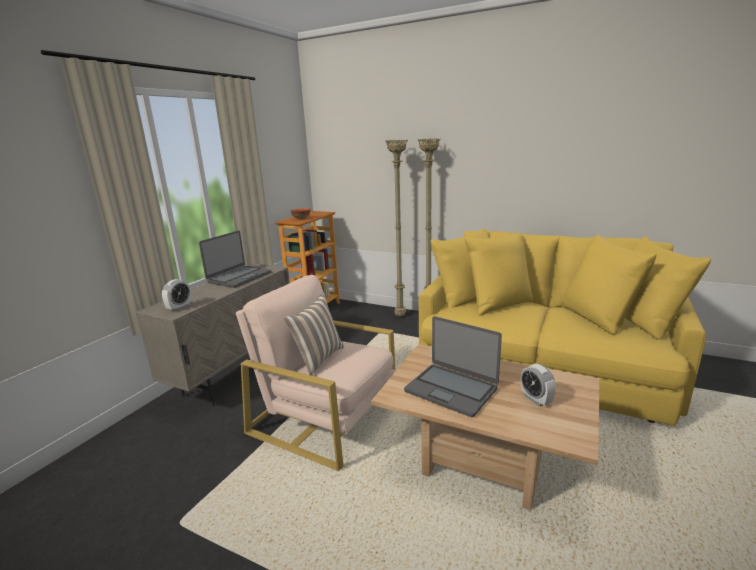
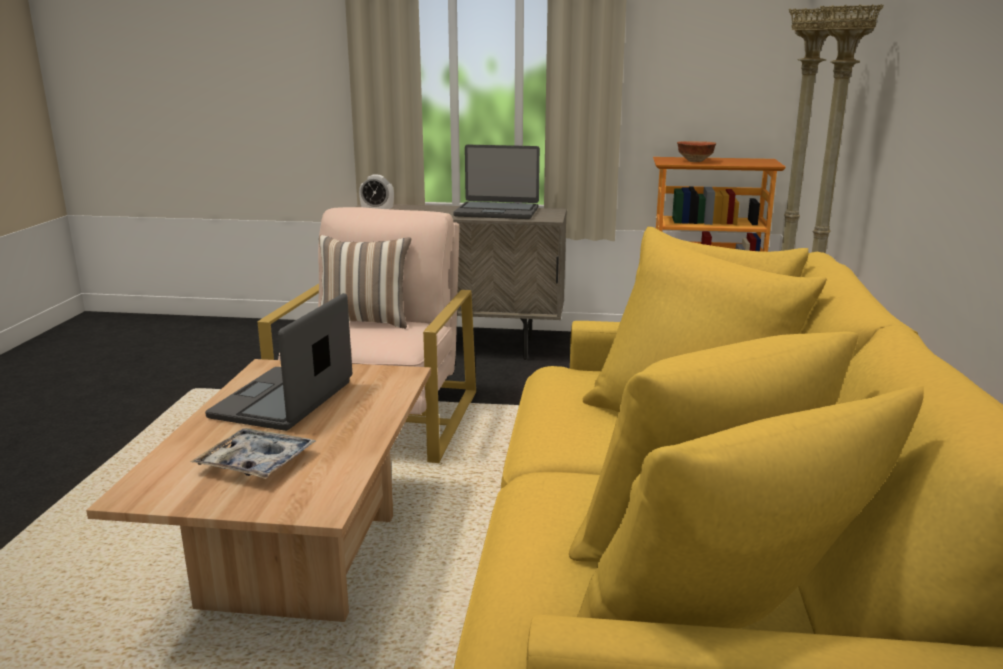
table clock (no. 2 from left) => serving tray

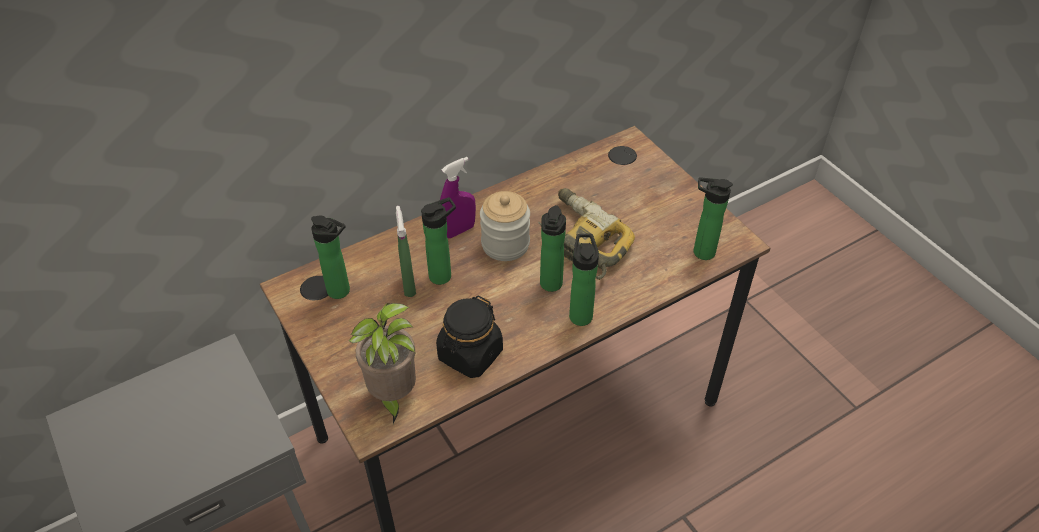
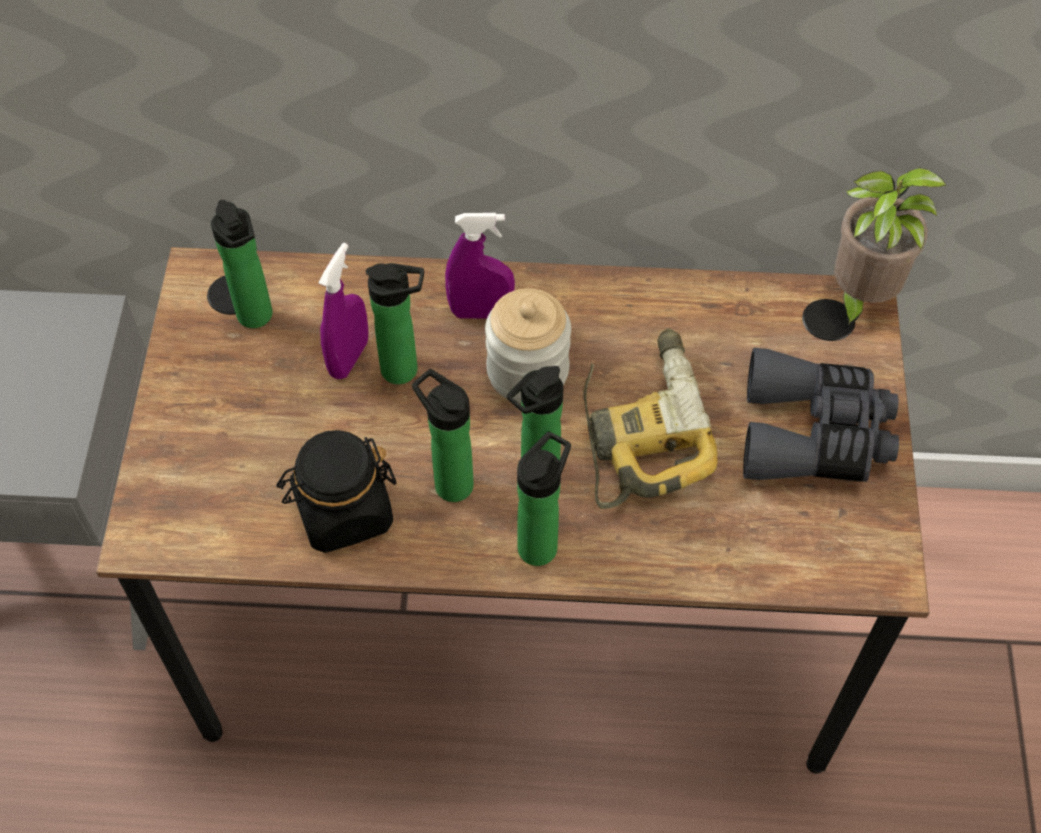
drink bottle (no. 5 from left in the first image) => drink bottle (no. 3 from left), shifted
green spray bottle => purple-coloured spray bottle (no. 1 from left)
potted plant, shifted
nothing => grey pair of binoculars

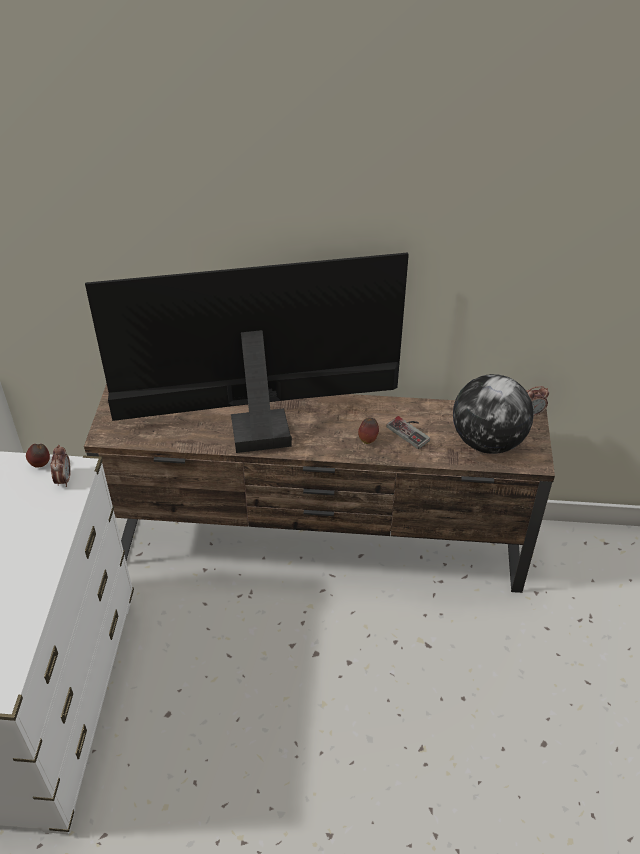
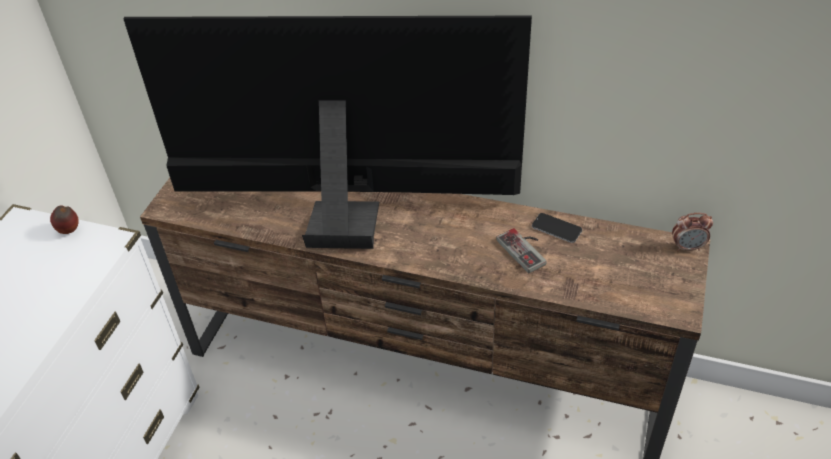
globe => nothing
apple (no. 2 from left) => nothing
table clock (no. 1 from left) => nothing
nothing => telephone

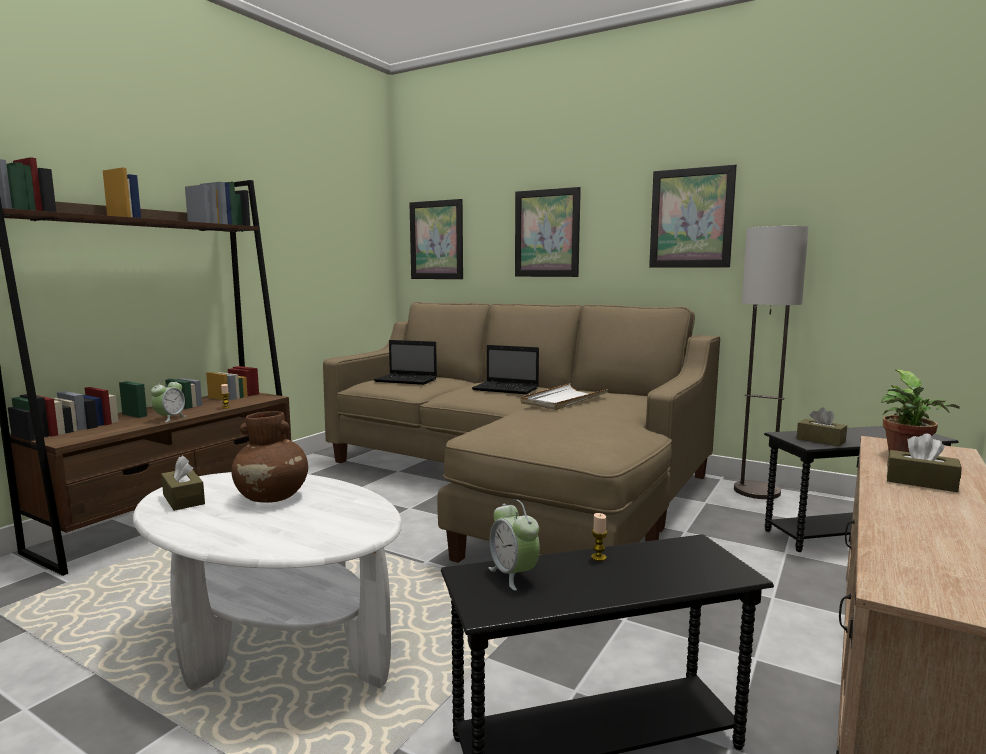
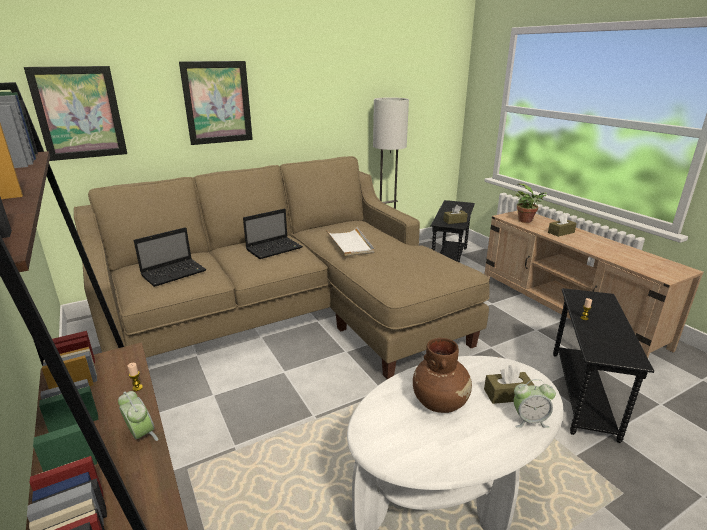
picture (no. 3 from left) => nothing
brownish box of tissues (no. 1 from left in the first image) => brownish box of tissues (no. 2 from left), shifted
table clock (no. 2 from left), shifted

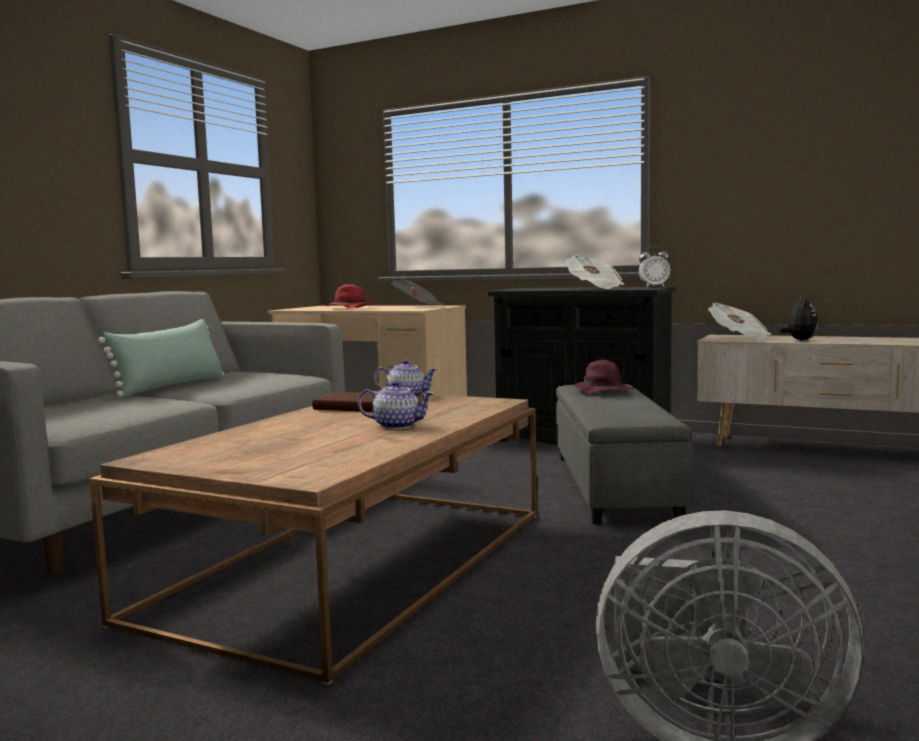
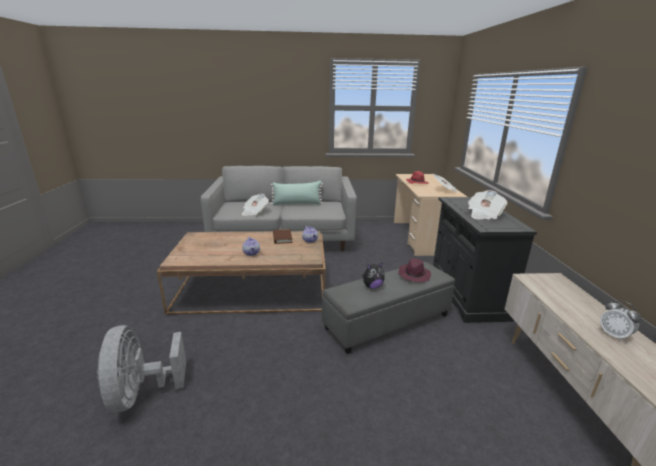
table clock, shifted
plush toy, shifted
daily paper (no. 3 from left in the first image) => daily paper (no. 1 from left), shifted

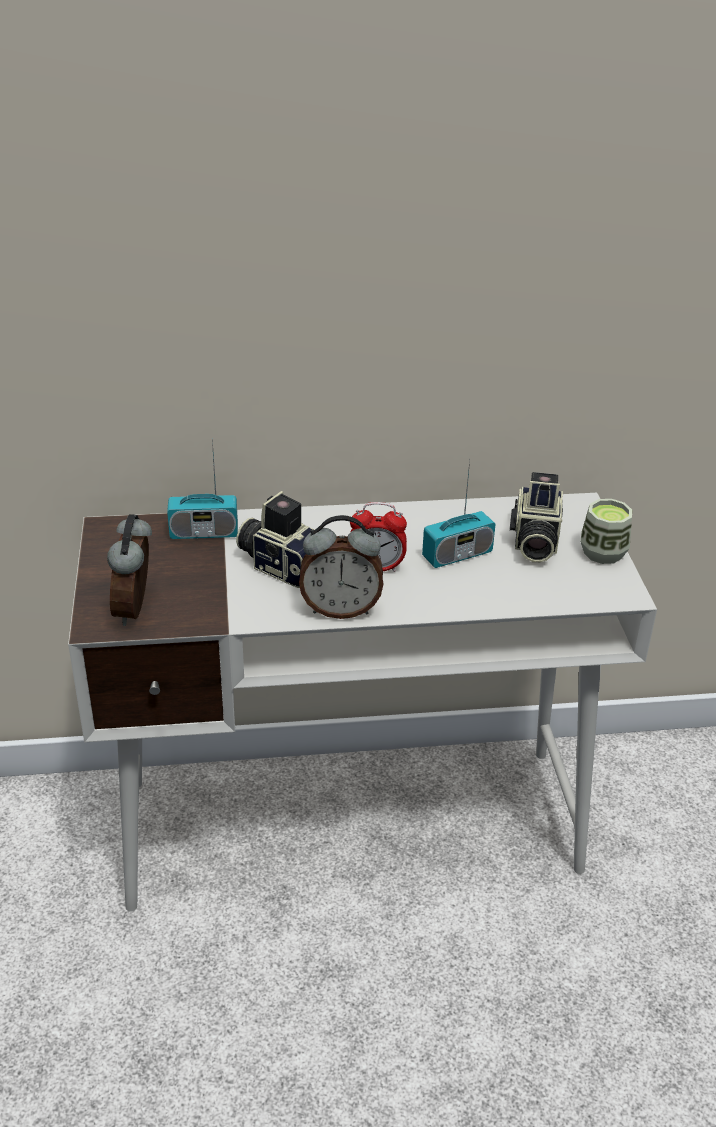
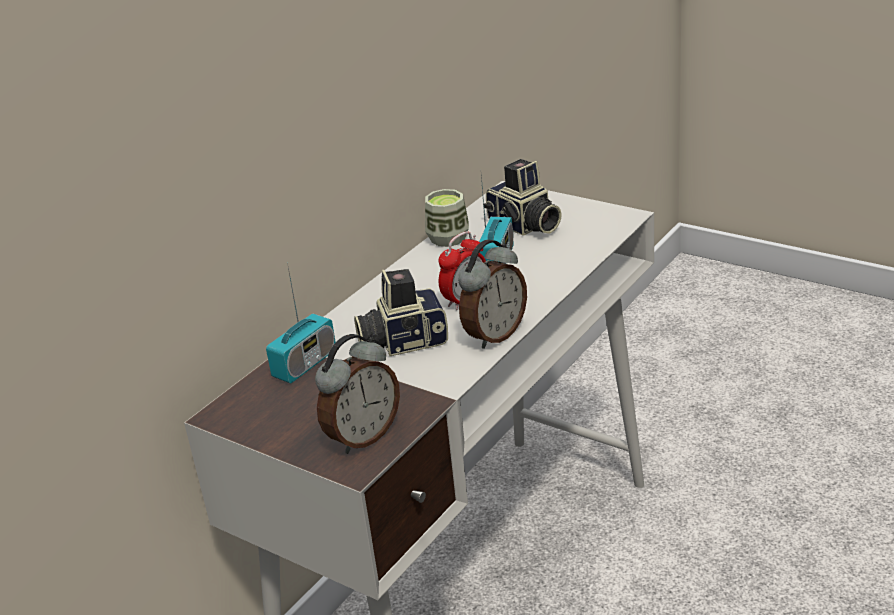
small cup, shifted
table clock (no. 1 from left), 90 degrees counterclockwise

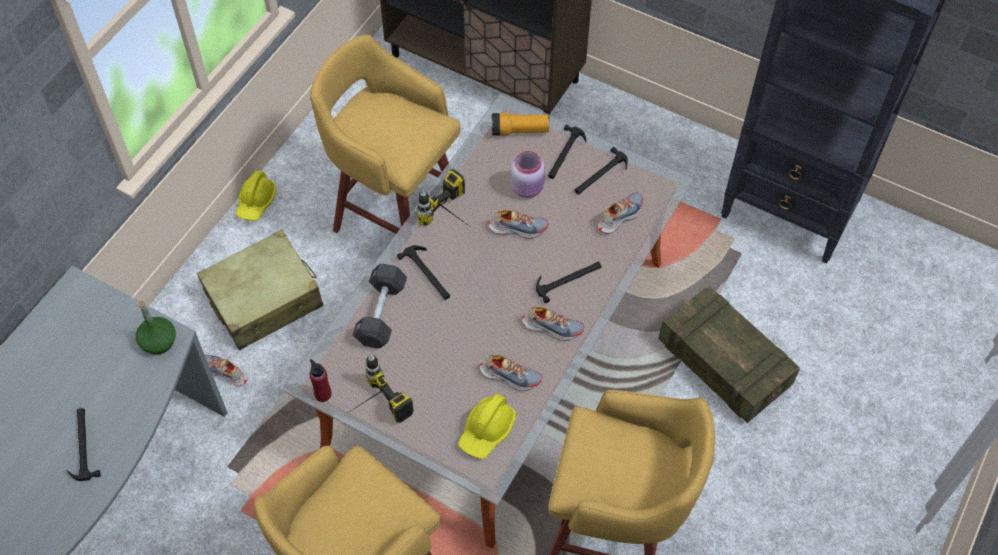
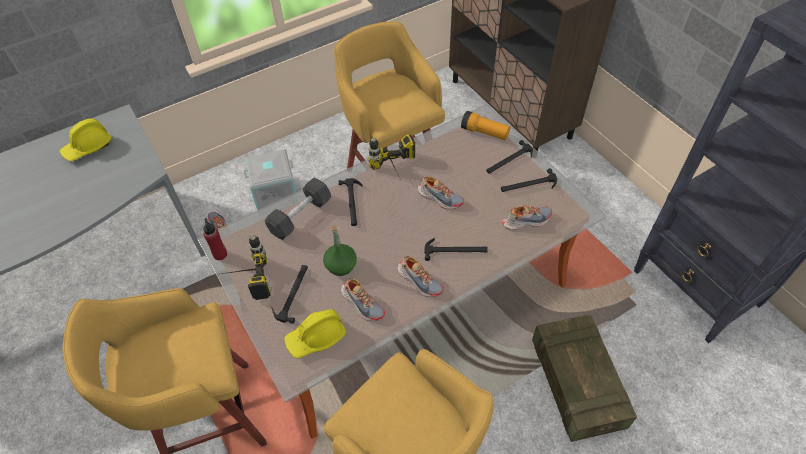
pink preserve jar => nothing
yellow-coloured work helmet (no. 1 from left), shifted
beige-coloured piece of luggage => grey storage box
green drink bottle, shifted
hand hammer (no. 1 from left), shifted

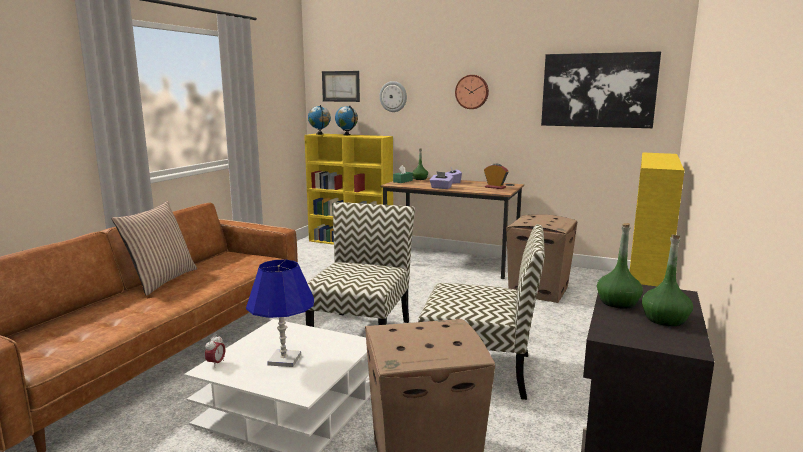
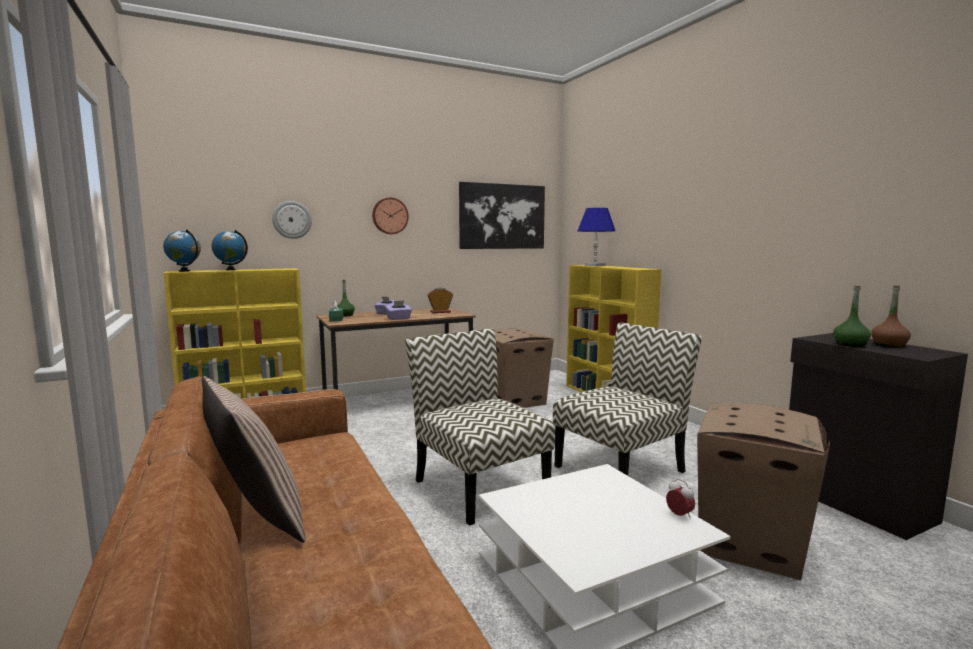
picture (no. 1 from left) => nothing
green drink bottle (no. 3 from left) => brownish drink bottle
bluish lamp for a table, shifted
table clock (no. 1 from left in the first image) => table clock (no. 2 from left), shifted

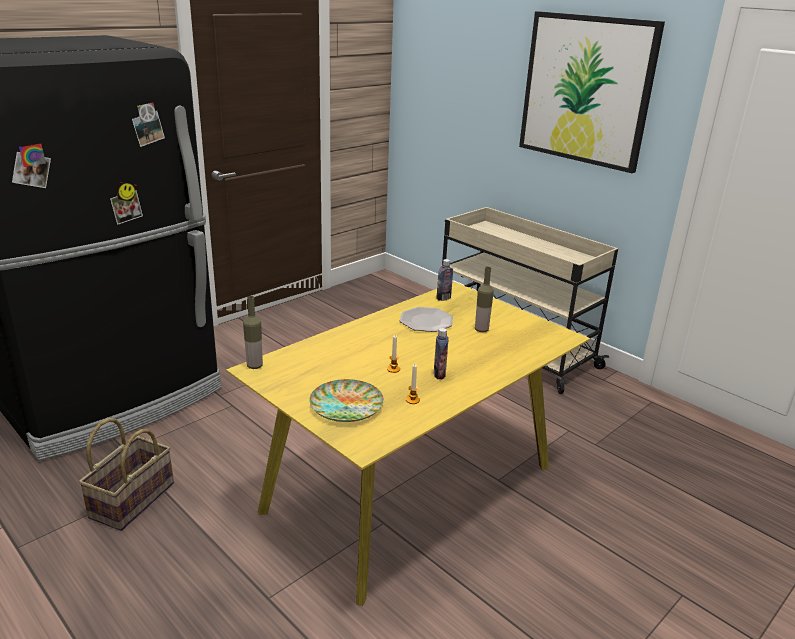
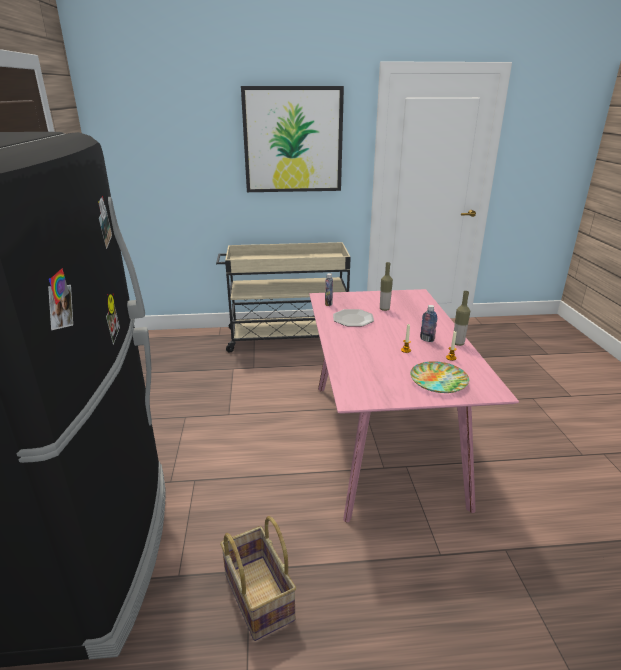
yellow-coloured dinner table => pink dinner table
drink bottle (no. 1 from left in the first image) => drink bottle (no. 4 from left), shifted

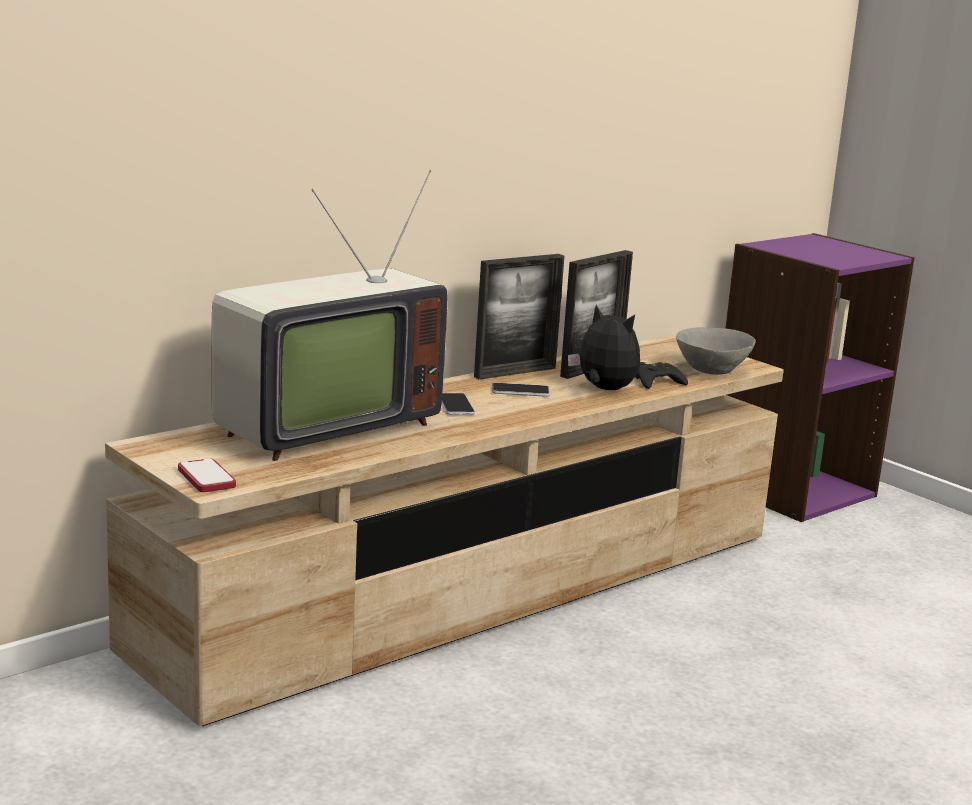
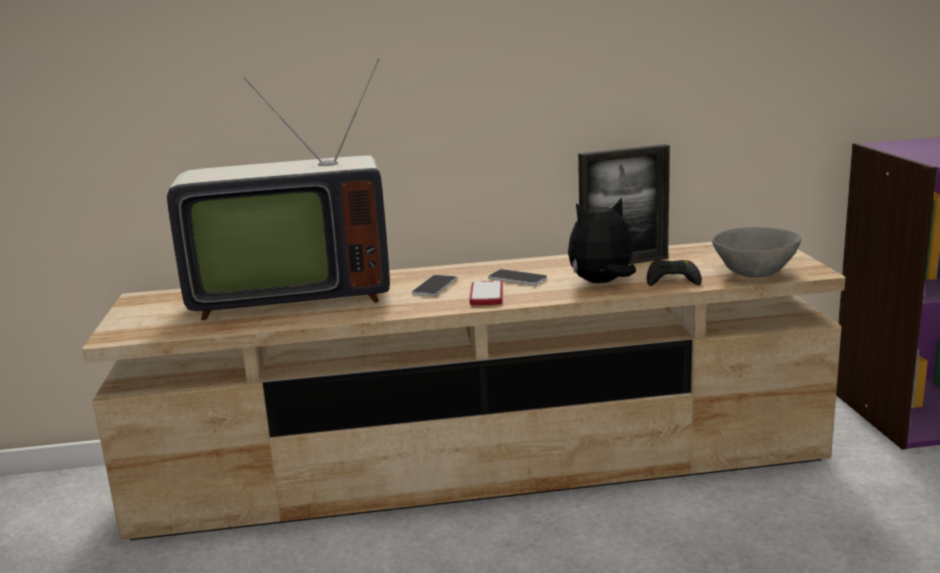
photo frame (no. 1 from left) => nothing
plush toy, 90 degrees counterclockwise
telephone (no. 1 from left in the first image) => telephone (no. 2 from left), shifted

